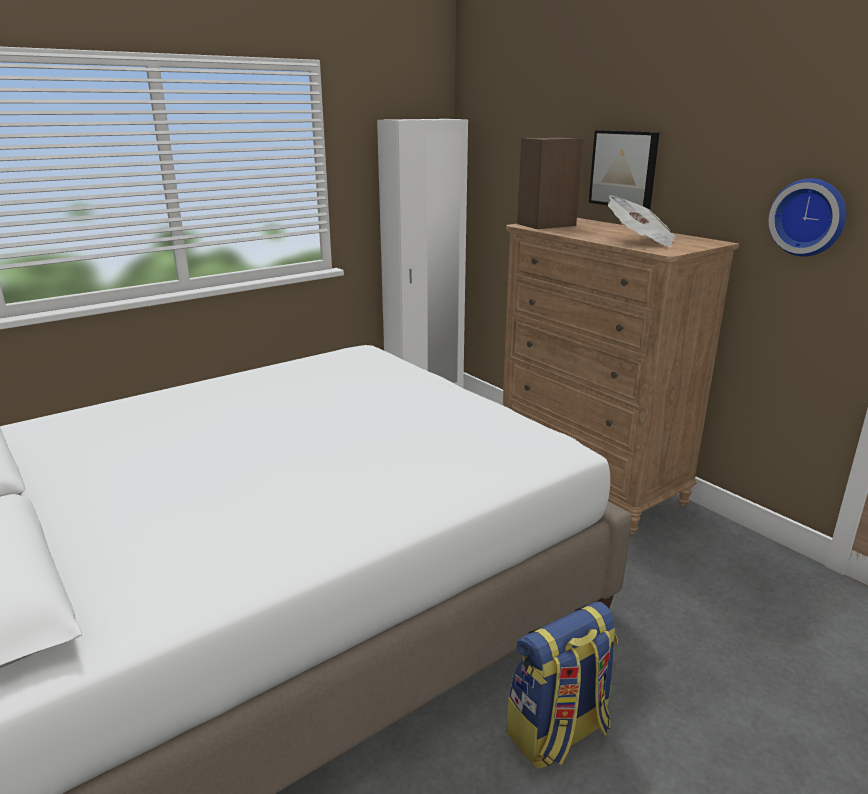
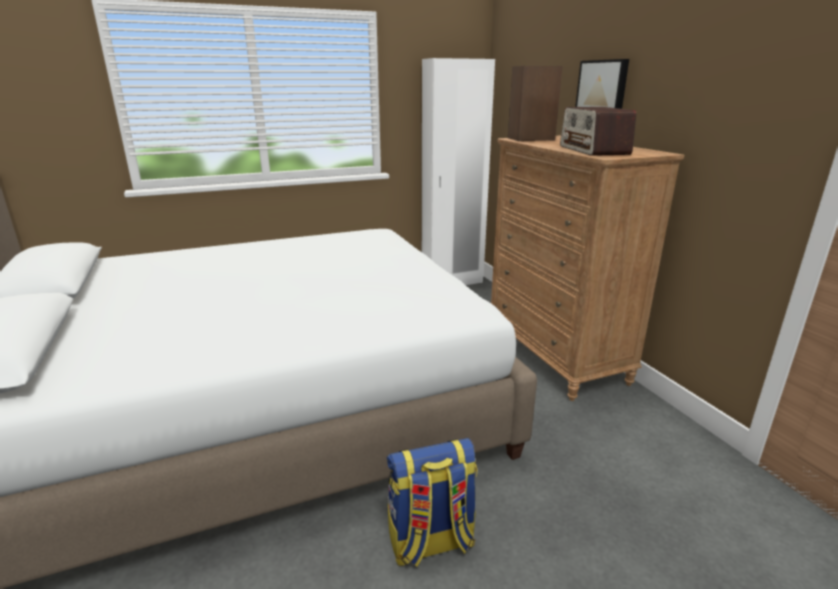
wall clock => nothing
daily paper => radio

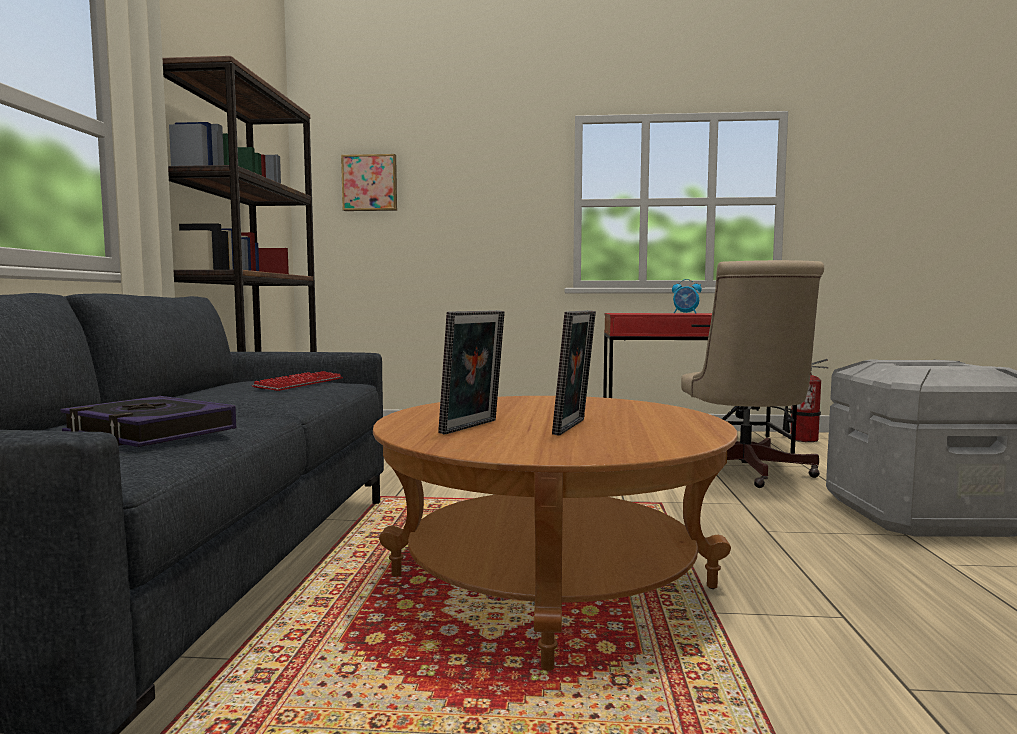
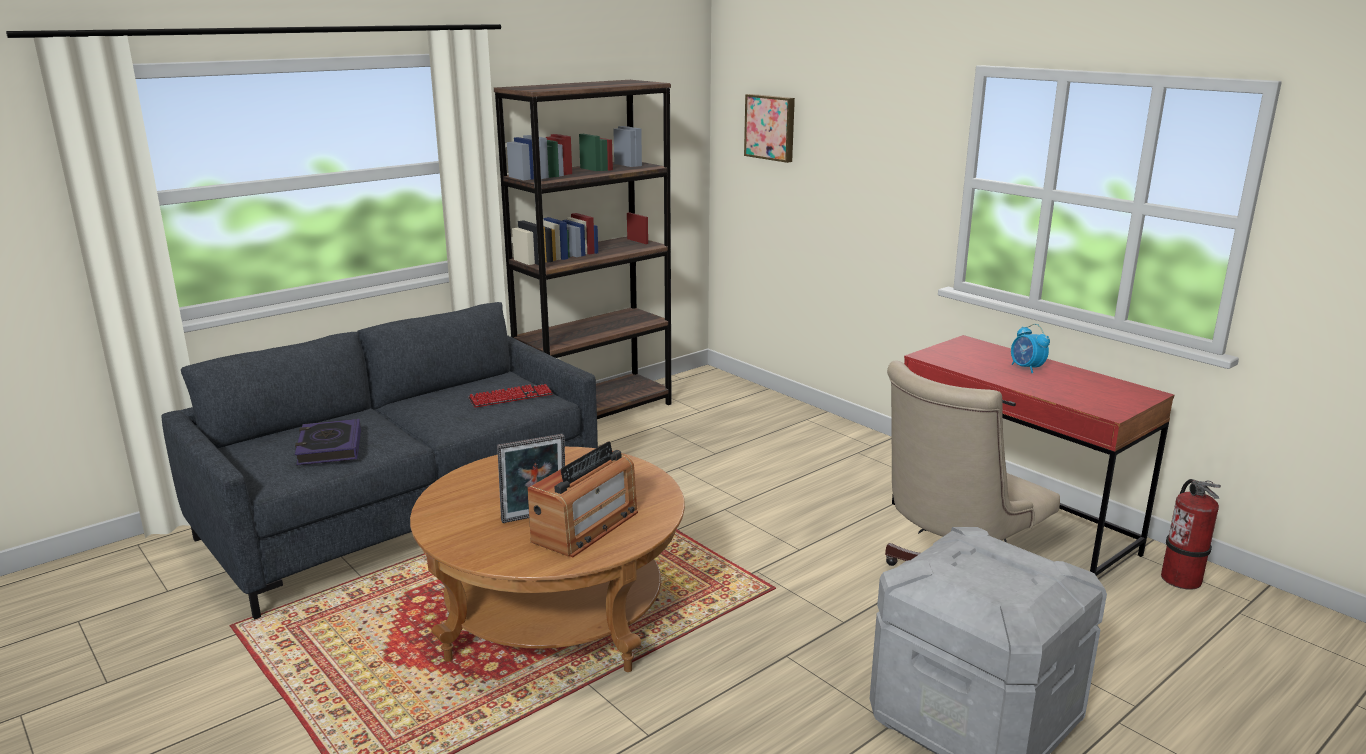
photo frame (no. 1 from left) => nothing
nothing => radio

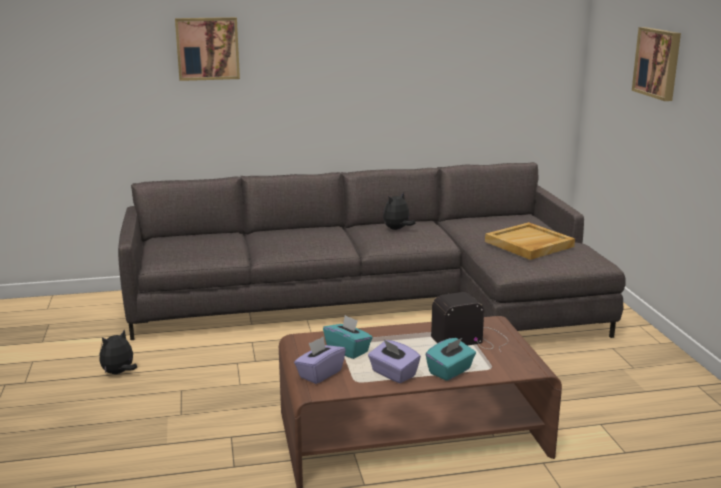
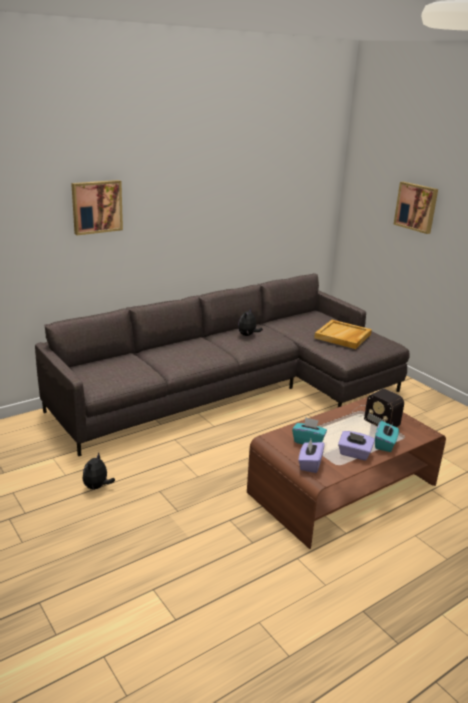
radio, 90 degrees counterclockwise

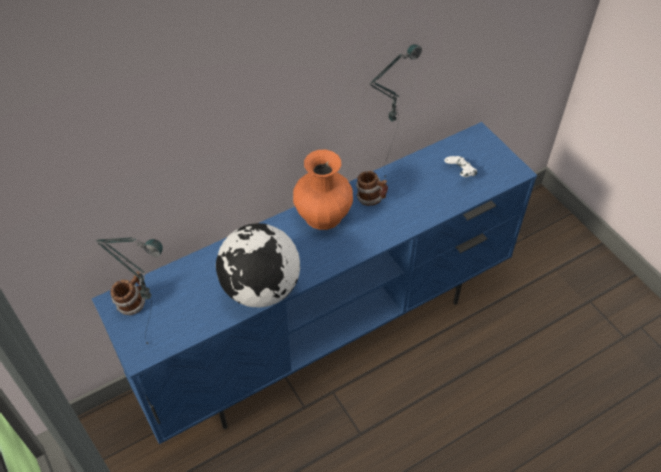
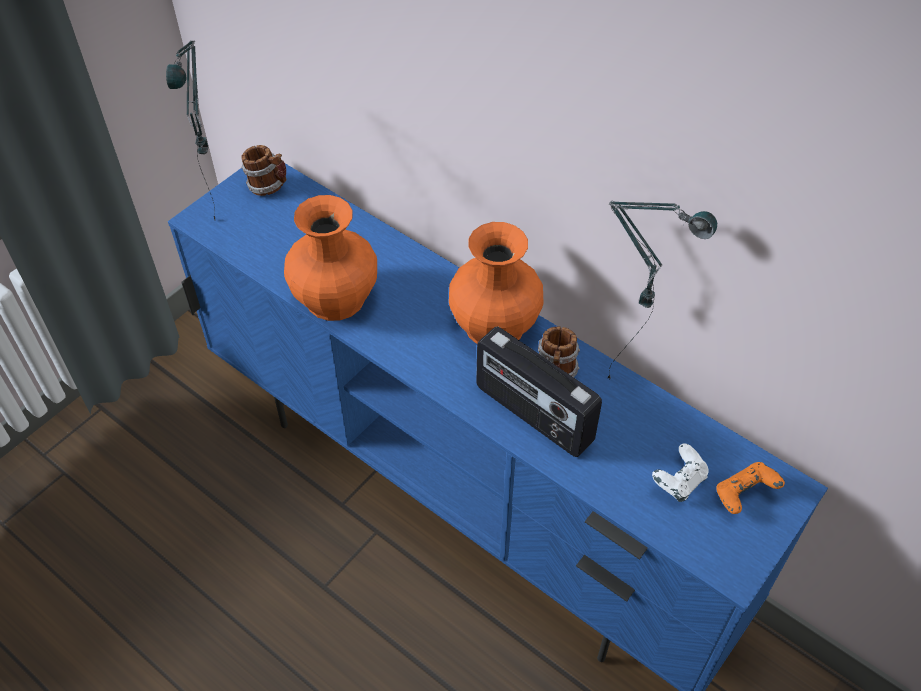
globe => orange-coloured decorative vase (no. 1 from left)
nothing => radio
nothing => orange-coloured game controller

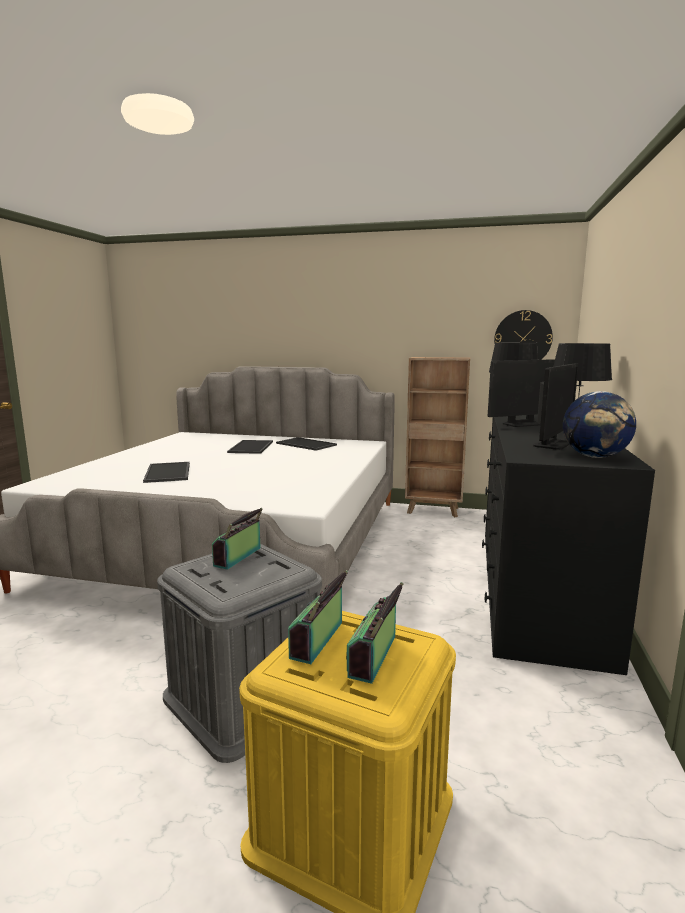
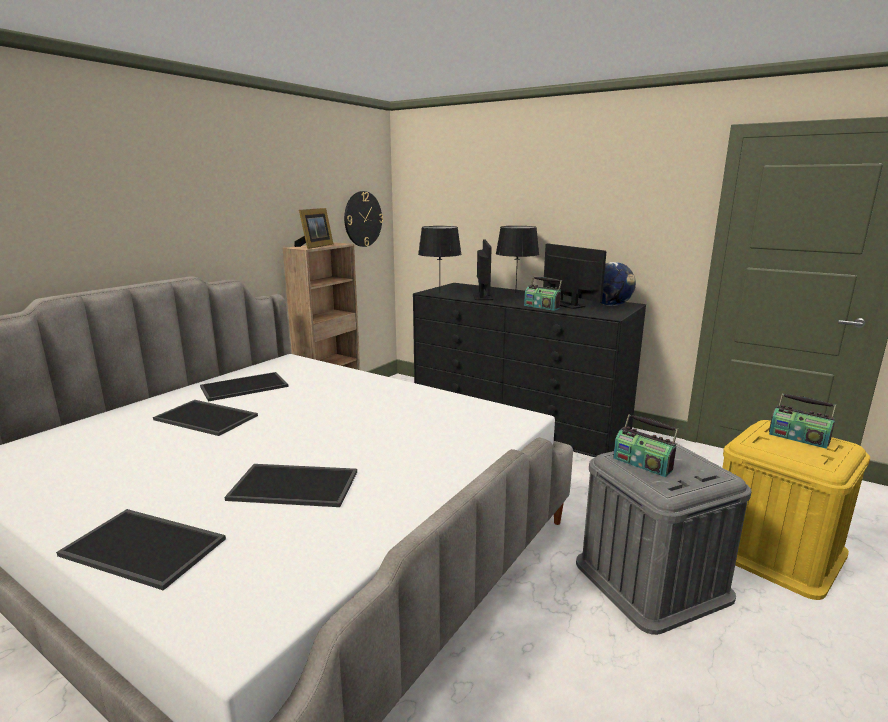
radio (no. 2 from left in the first image) => radio (no. 1 from left), shifted
nothing => photo frame
nothing => serving tray (no. 1 from left)

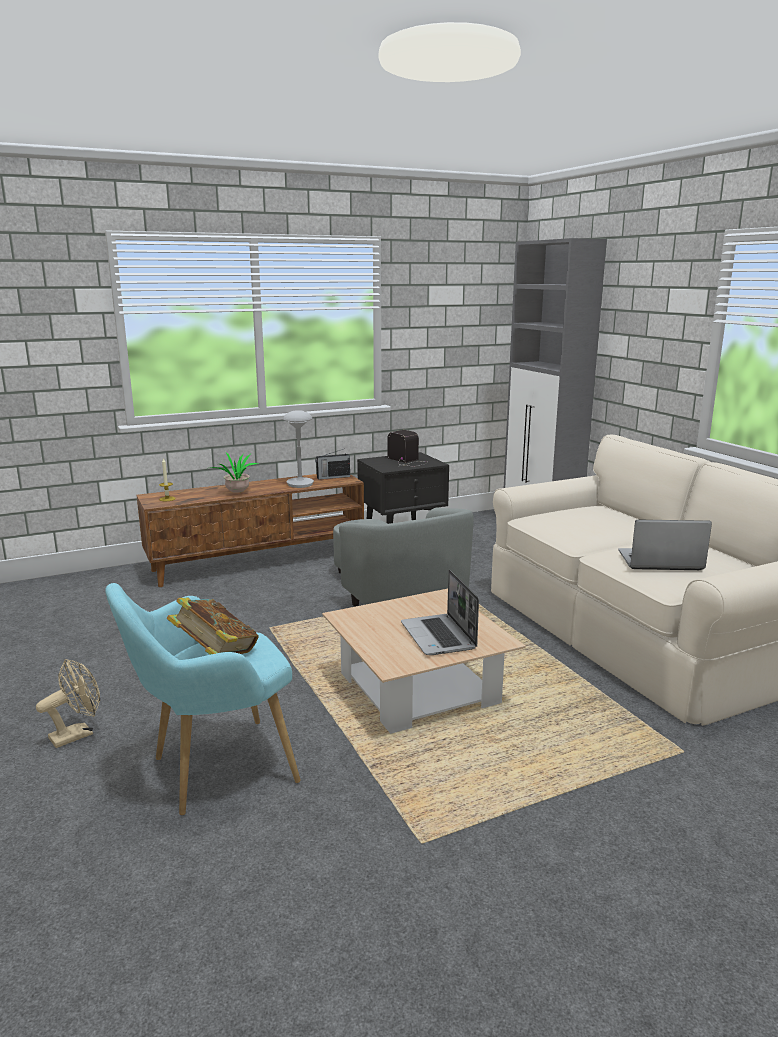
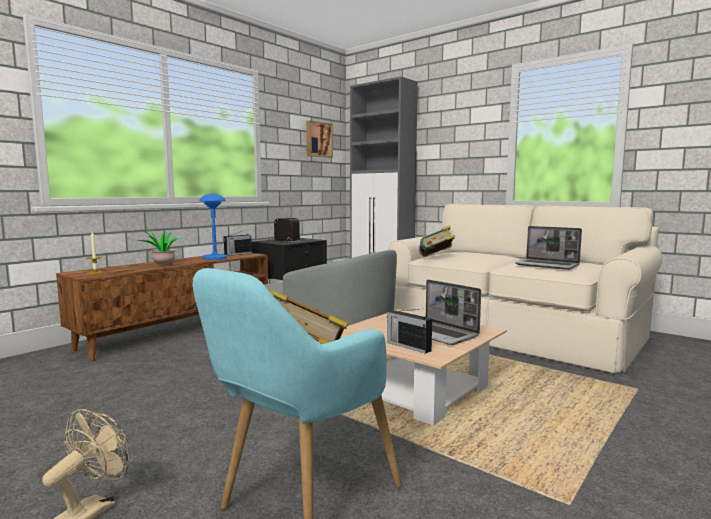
grey lamp for a table => bluish lamp for a table
notebook computer (no. 2 from left), 120 degrees counterclockwise
nothing => picture
nothing => volume (no. 2 from left)
nothing => radio (no. 3 from left)

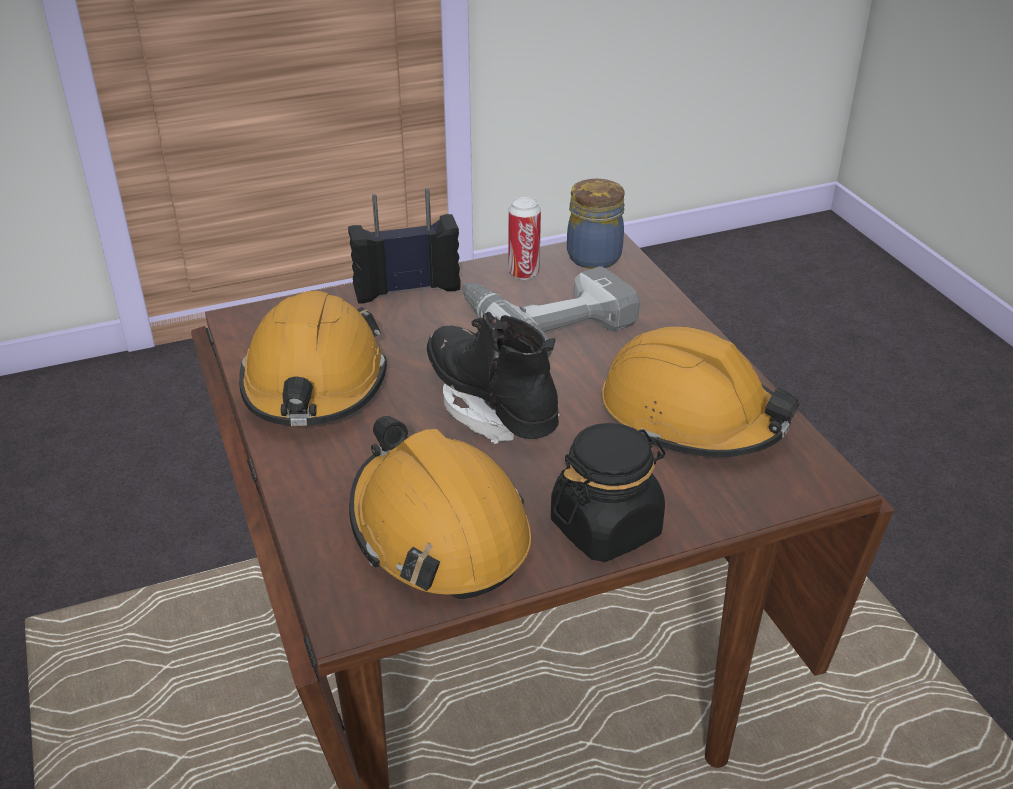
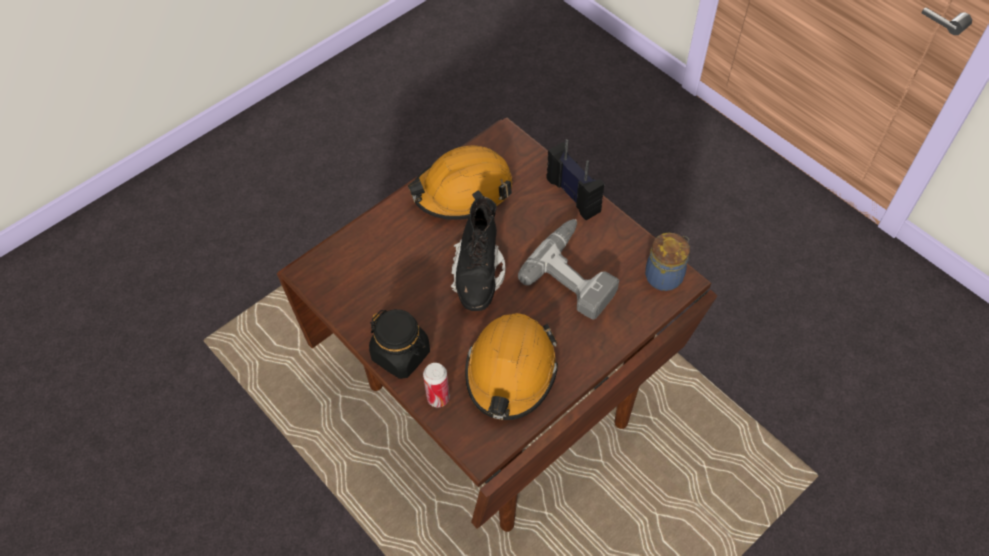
sealed can, shifted
black-coloured tall boot, 150 degrees clockwise
orange-coloured work helmet (no. 2 from left) => nothing

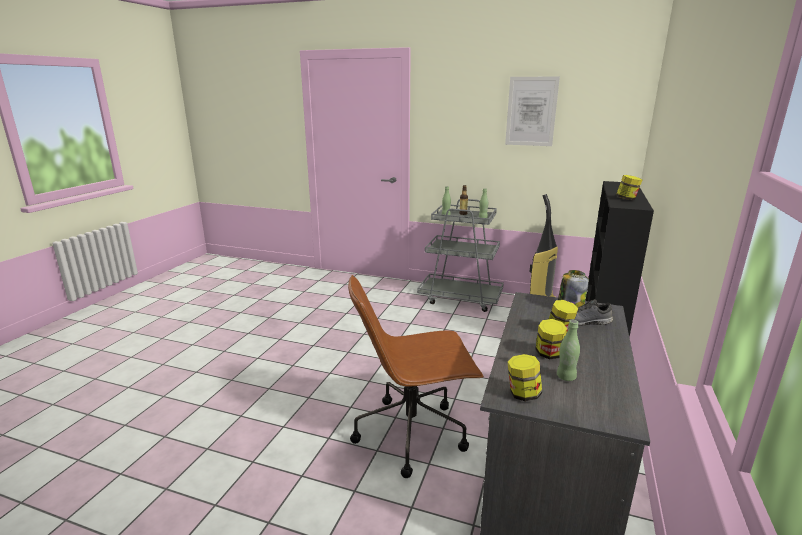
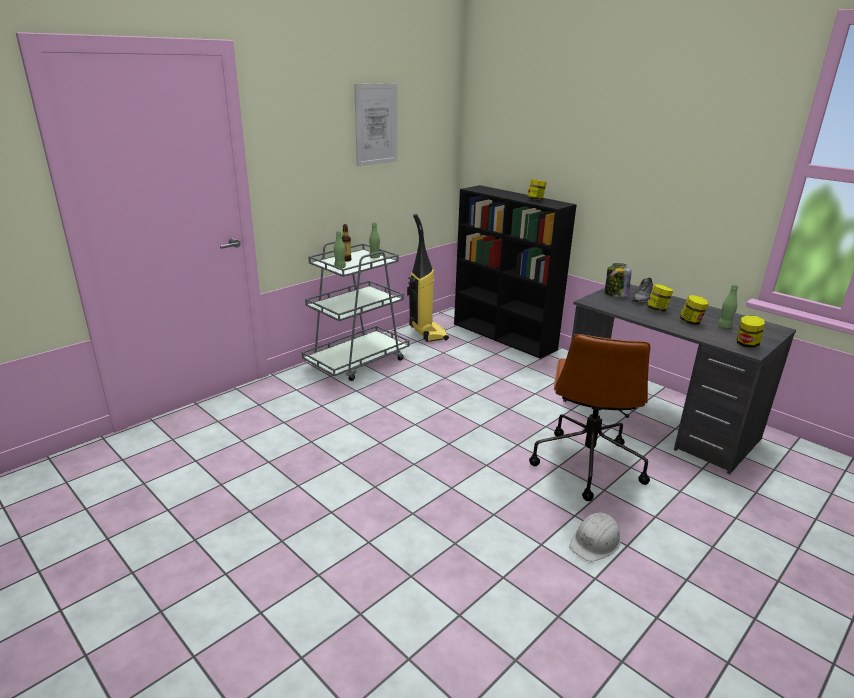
nothing => white work helmet

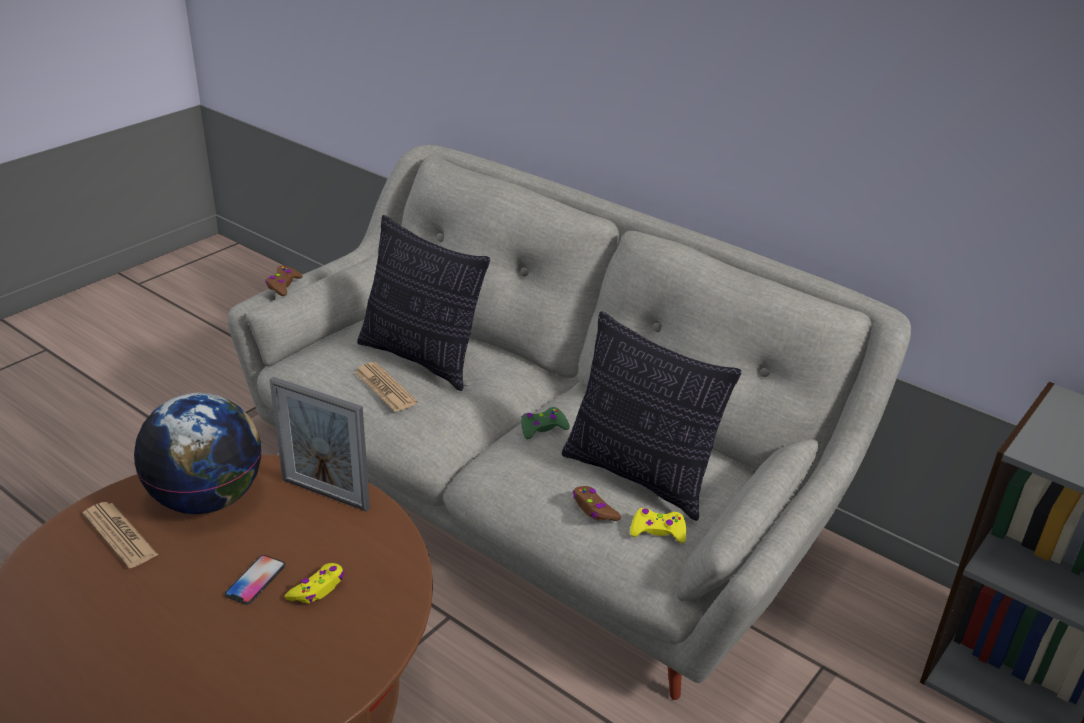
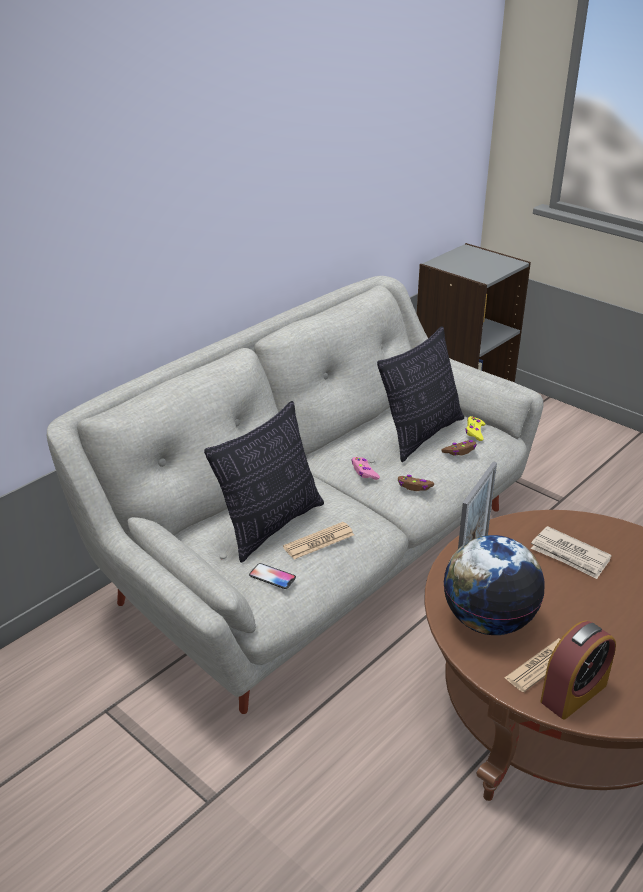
brownish game controller (no. 1 from left), shifted
green game controller => pink game controller
telephone, shifted
yellow-coloured game controller (no. 1 from left) => daily paper (no. 3 from left)
nothing => table clock

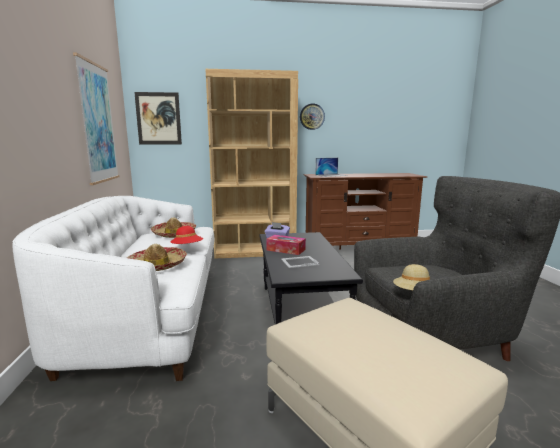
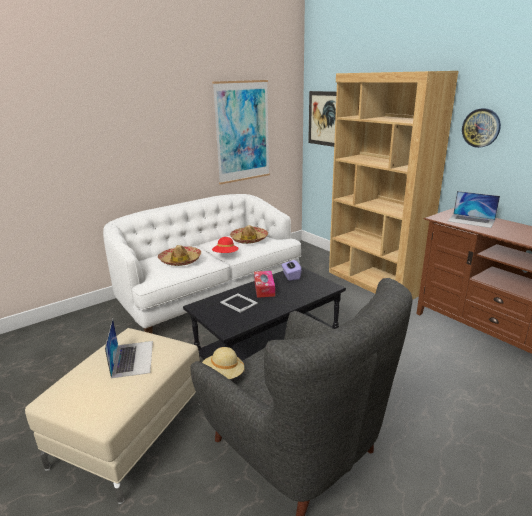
nothing => notebook computer (no. 1 from left)

